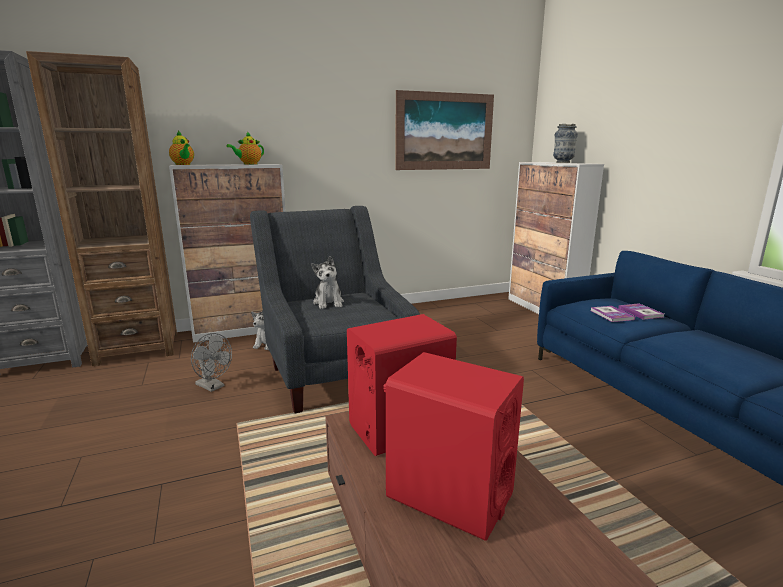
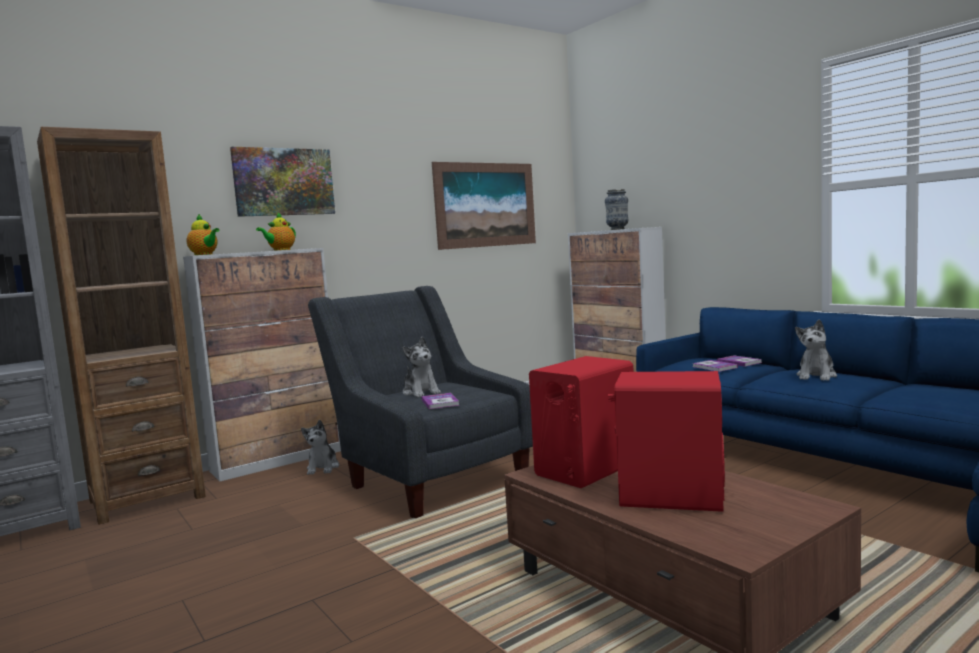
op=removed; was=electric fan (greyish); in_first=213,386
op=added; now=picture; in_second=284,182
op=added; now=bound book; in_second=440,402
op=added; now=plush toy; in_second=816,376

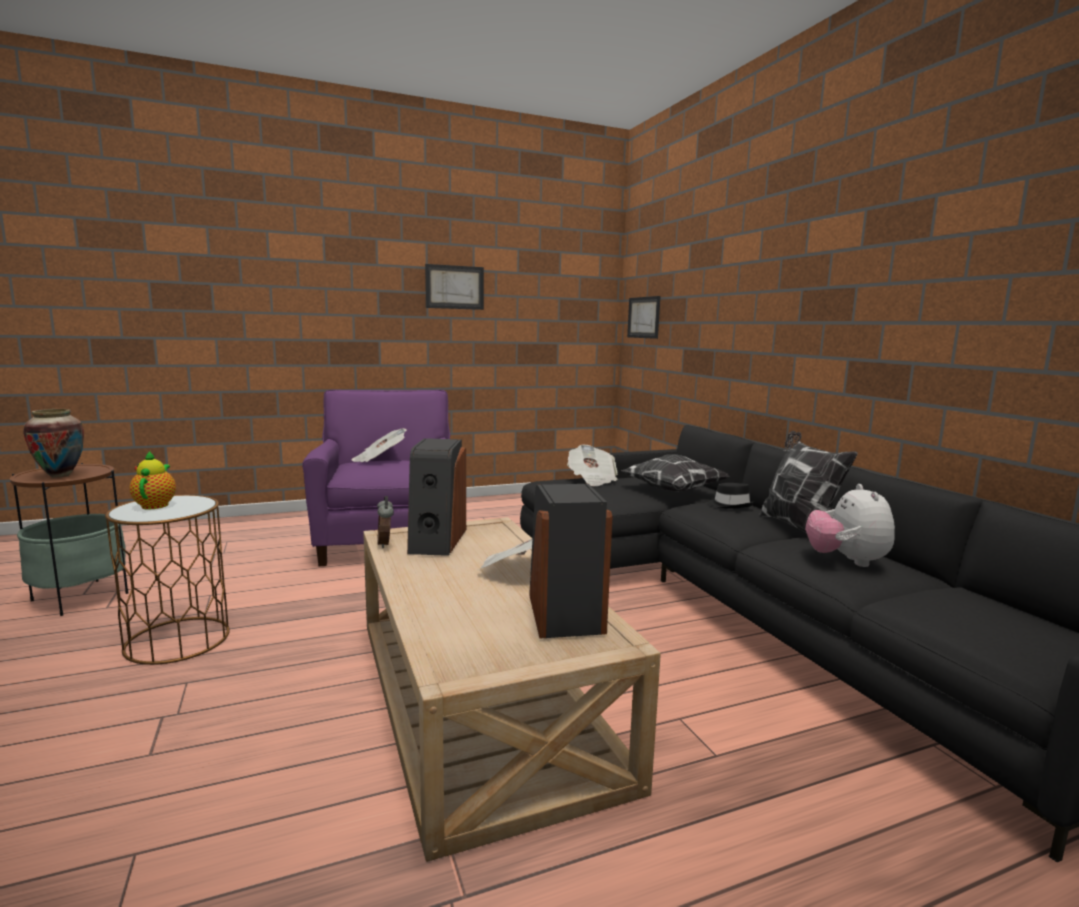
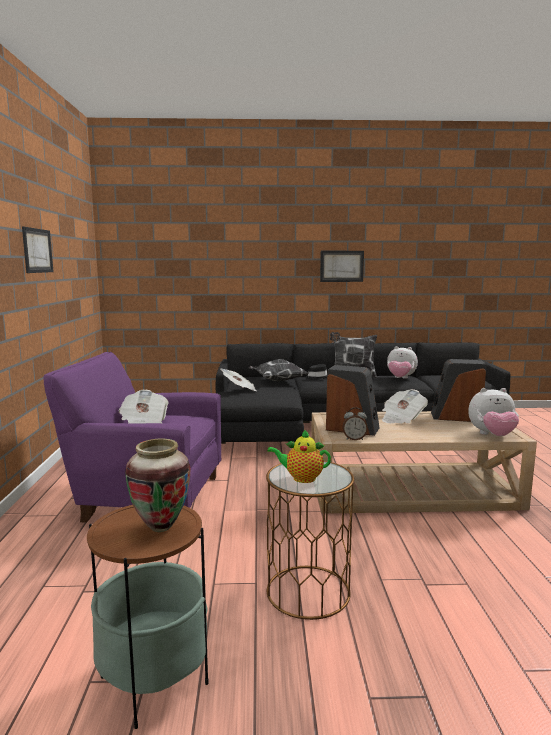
op=added; now=plush toy; in_second=492,435
op=moved; was=picture; in_first=644,317; in_second=341,266

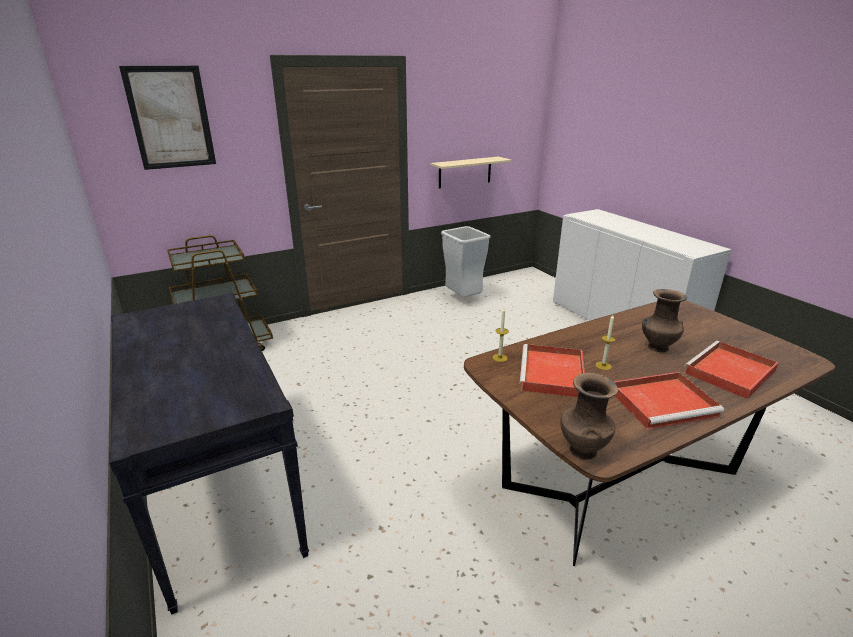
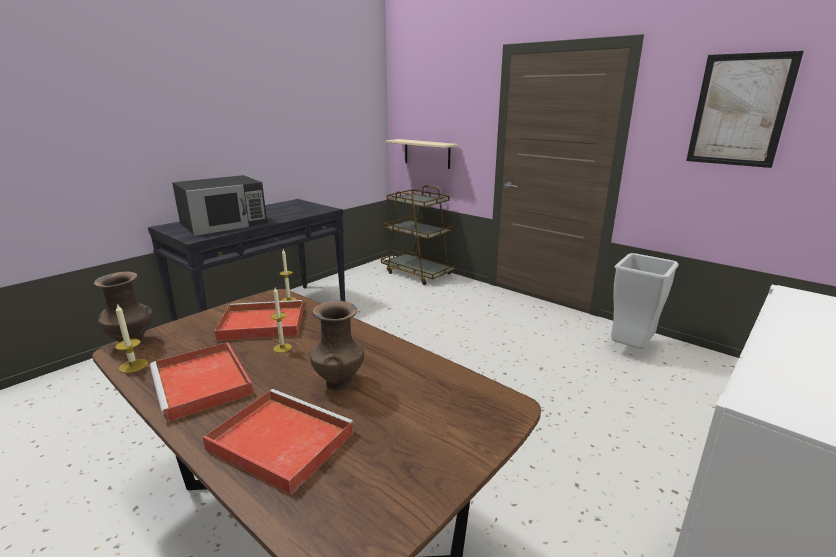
op=added; now=wax candle; in_second=133,365
op=added; now=microwave oven (black); in_second=224,223
op=moved; was=picture; in_first=170,118; in_second=740,110
op=moved; was=shelf (beige); in_first=465,172; in_second=427,153

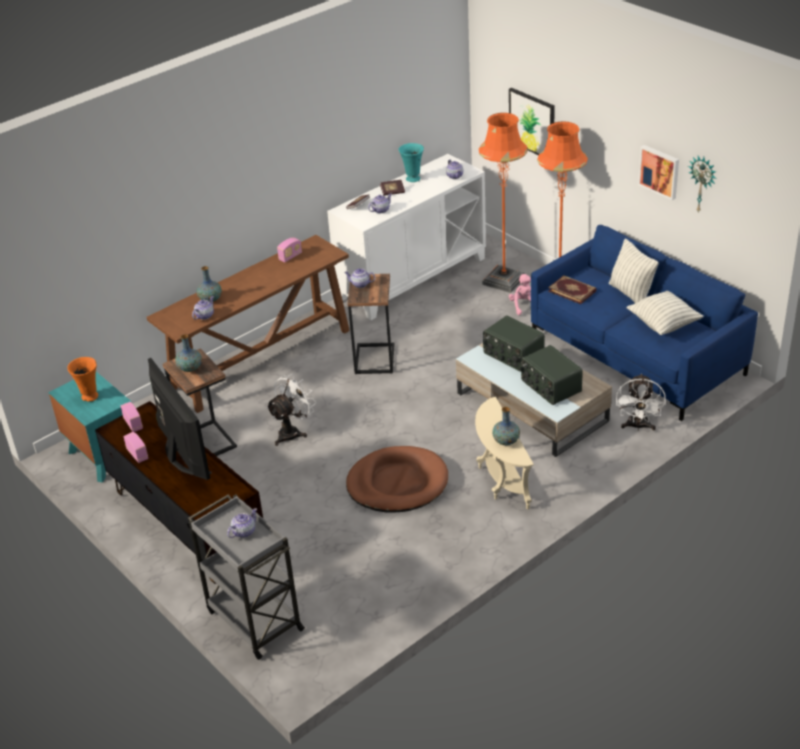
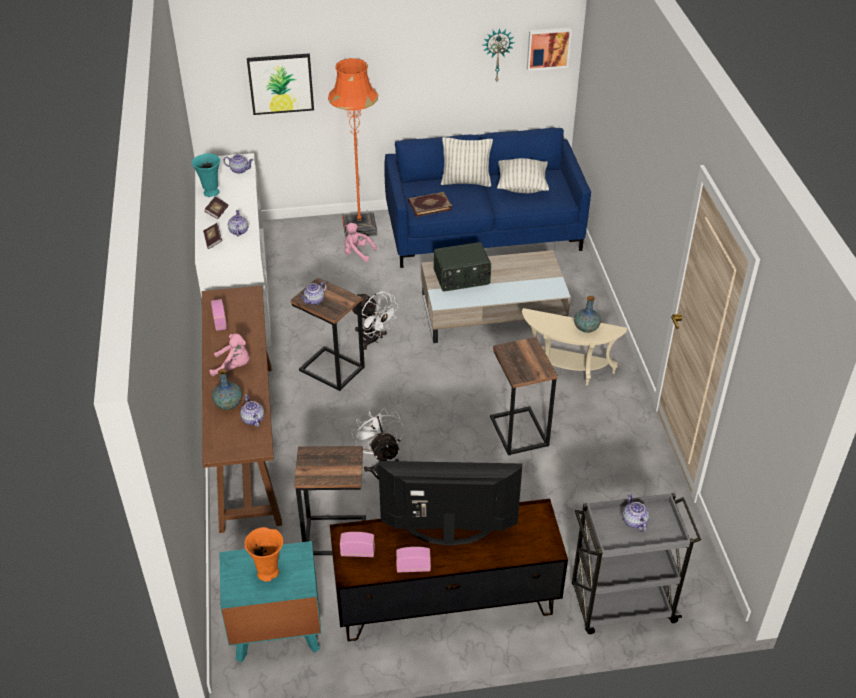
op=removed; was=decorative vase; in_first=190,368
op=removed; was=standing lamp (orangey); in_first=504,281
op=removed; was=radio receiver; in_first=550,386
op=added; now=plush toy (pink); in_second=233,366
op=moved; was=electric fan (white-coloured); in_first=638,426; in_second=373,340
op=moved; was=picture; in_first=660,171; in_second=548,48
op=replaced; was=dog bed (brown); now=end table; in_first=397,483; in_second=518,432

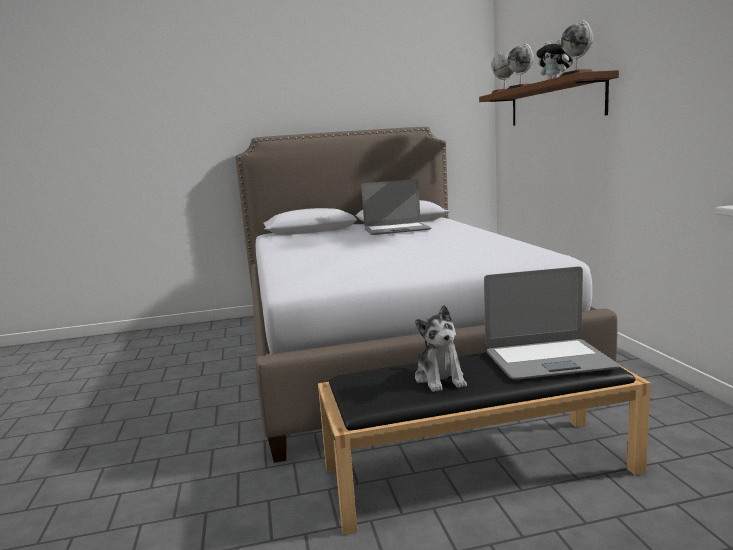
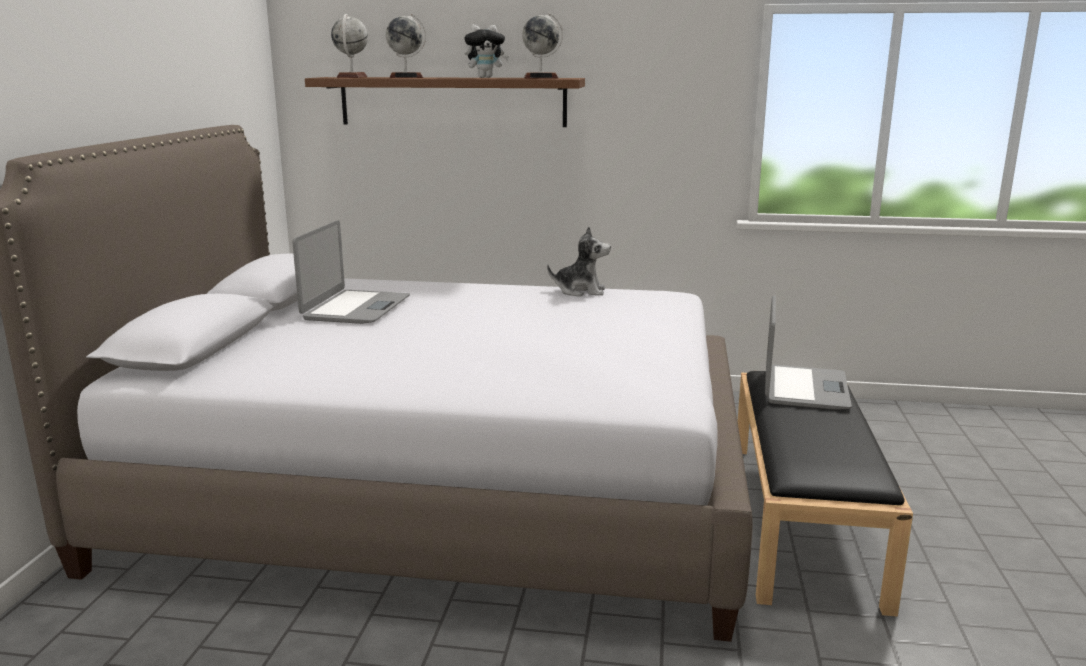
op=moved; was=plush toy; in_first=440,379; in_second=580,291

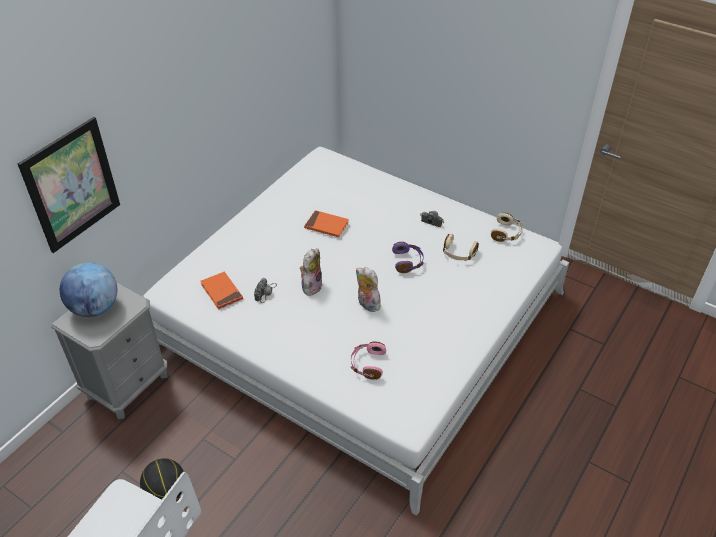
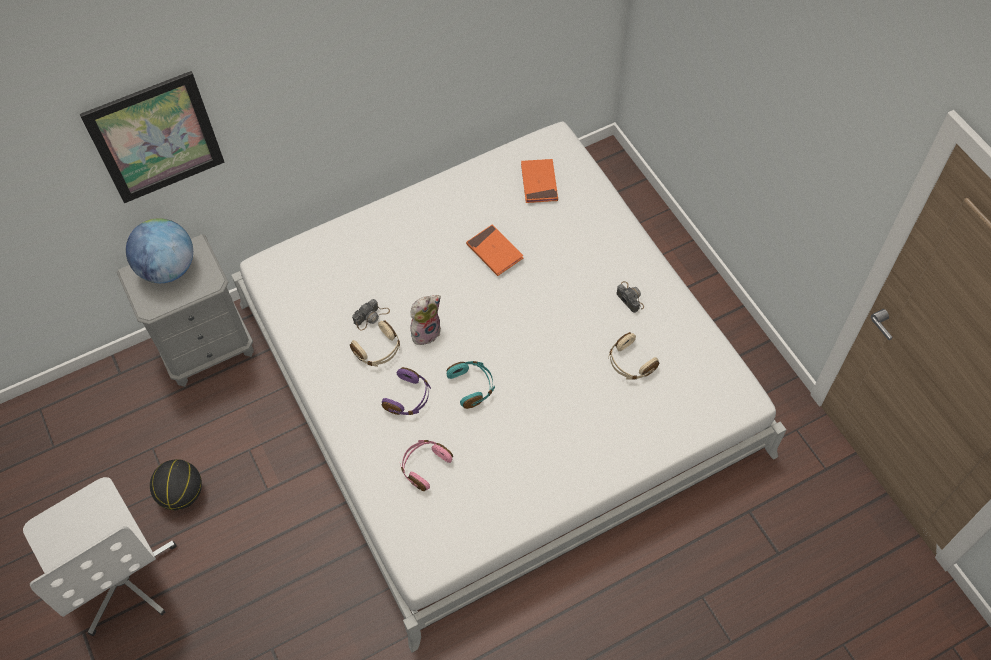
op=moved; was=bound book (orangey); in_first=221,292; in_second=539,183
op=moved; was=headset (purple-coloured); in_first=408,262; in_second=408,398
op=moved; was=headset (beige); in_first=506,233; in_second=378,350
op=replaced; was=plush toy; now=headset (blue-green); in_first=367,304; in_second=472,386

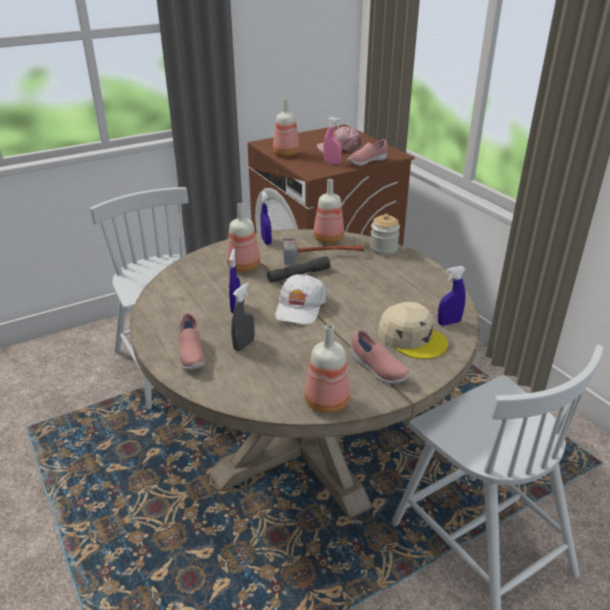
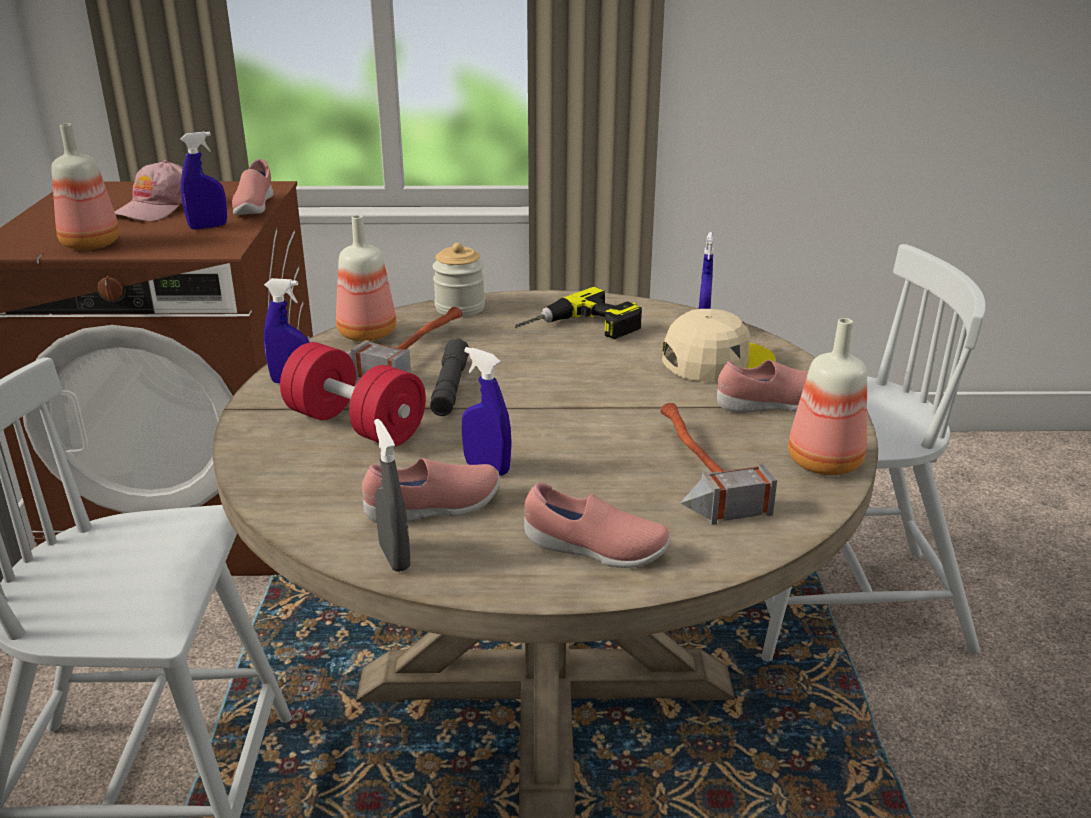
op=removed; was=cap (white-coloured); in_first=300,307
op=added; now=shoe (pink); in_second=434,509
op=added; now=electric drill; in_second=580,329
op=added; now=hand hammer; in_second=691,470
op=moved; was=sprayer (greyish); in_first=244,345; in_second=394,557
op=replaced; was=beverage bottle; now=hand weight (red-coloured); in_first=244,267; in_second=355,425
op=recoloured; was=sprayer (pink); now=sprayer (blue); in_first=332,163; in_second=208,227

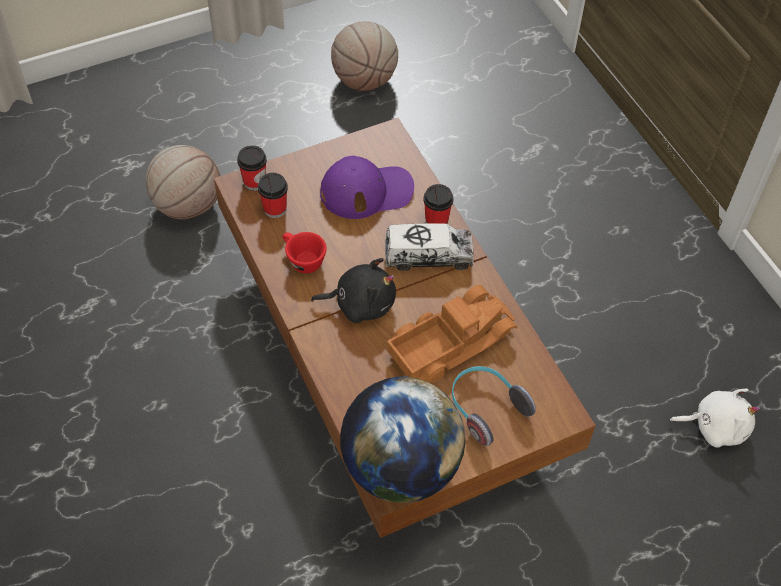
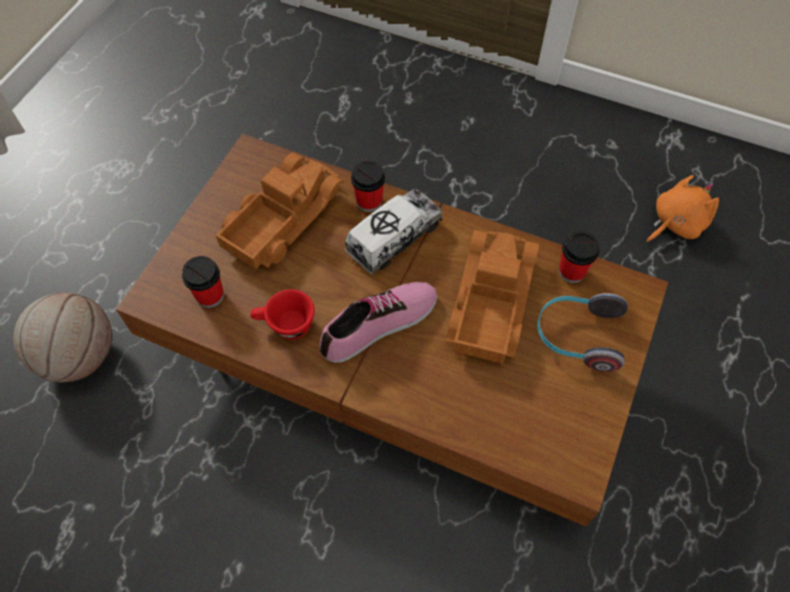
op=removed; was=ball for basketball; in_first=365,80
op=removed; was=world globe; in_first=400,466
op=moved; was=cup; in_first=254,182; in_second=572,271
op=replaced; was=plush toy (black); now=shoe; in_first=360,303; in_second=380,325
op=replaced; was=cap (purple-coloured); now=model truck; in_first=367,191; in_second=281,218
op=recoloured; was=plush toy (white-coloured); now=plush toy (orangey); in_first=715,426; in_second=675,223

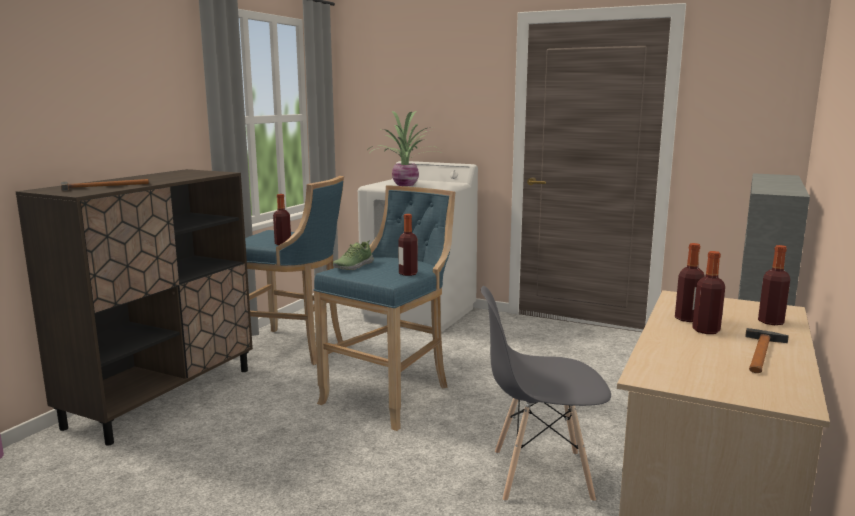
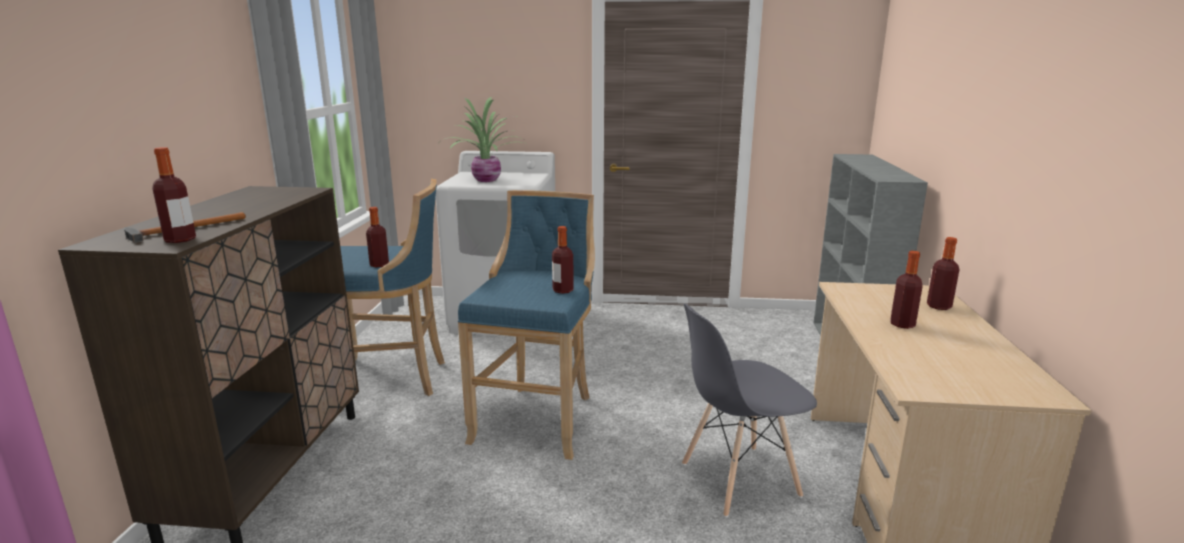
op=removed; was=shoe; in_first=353,266
op=removed; was=hand hammer; in_first=762,352
op=moved; was=beverage bottle; in_first=687,319; in_second=180,239

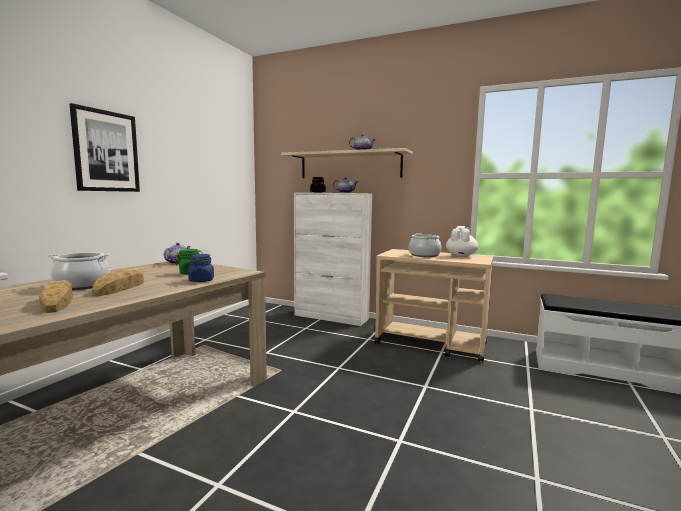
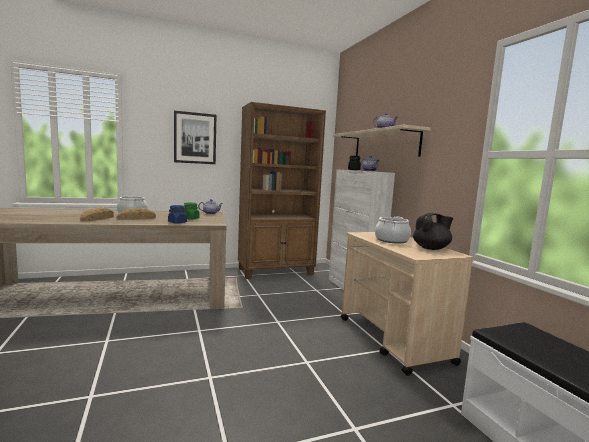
op=added; now=shelving unit (brown); in_second=276,272
op=recoloured; was=teapot (white-coloured); now=teapot (black); in_first=461,255; in_second=431,248

